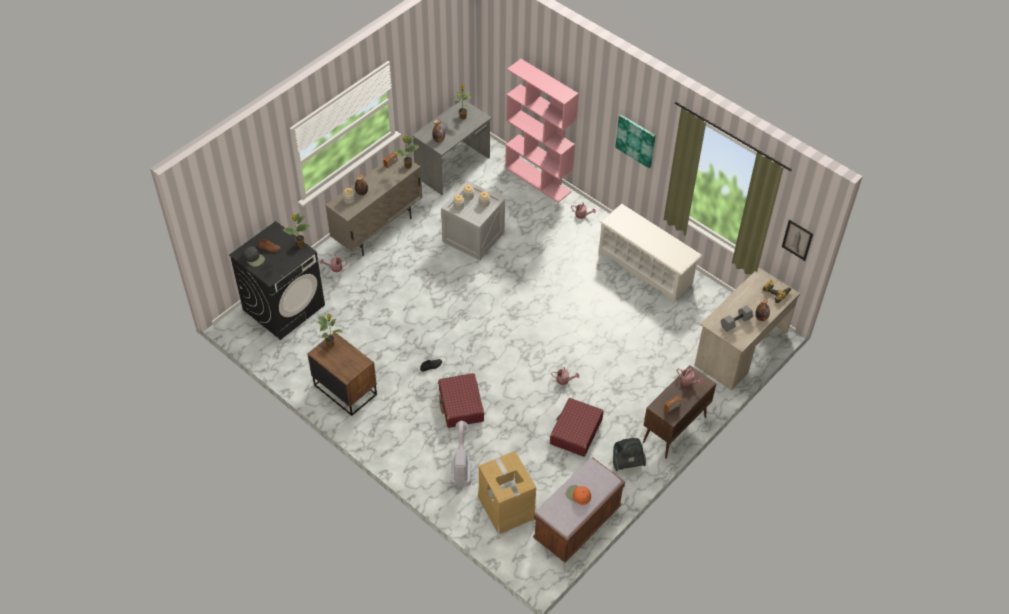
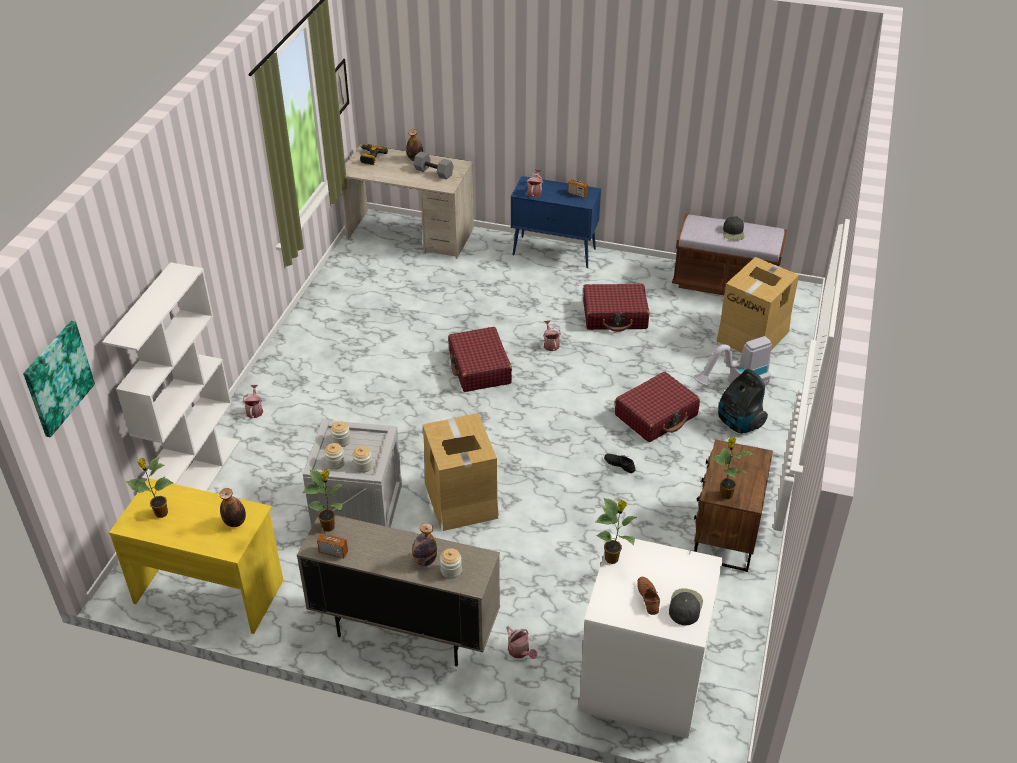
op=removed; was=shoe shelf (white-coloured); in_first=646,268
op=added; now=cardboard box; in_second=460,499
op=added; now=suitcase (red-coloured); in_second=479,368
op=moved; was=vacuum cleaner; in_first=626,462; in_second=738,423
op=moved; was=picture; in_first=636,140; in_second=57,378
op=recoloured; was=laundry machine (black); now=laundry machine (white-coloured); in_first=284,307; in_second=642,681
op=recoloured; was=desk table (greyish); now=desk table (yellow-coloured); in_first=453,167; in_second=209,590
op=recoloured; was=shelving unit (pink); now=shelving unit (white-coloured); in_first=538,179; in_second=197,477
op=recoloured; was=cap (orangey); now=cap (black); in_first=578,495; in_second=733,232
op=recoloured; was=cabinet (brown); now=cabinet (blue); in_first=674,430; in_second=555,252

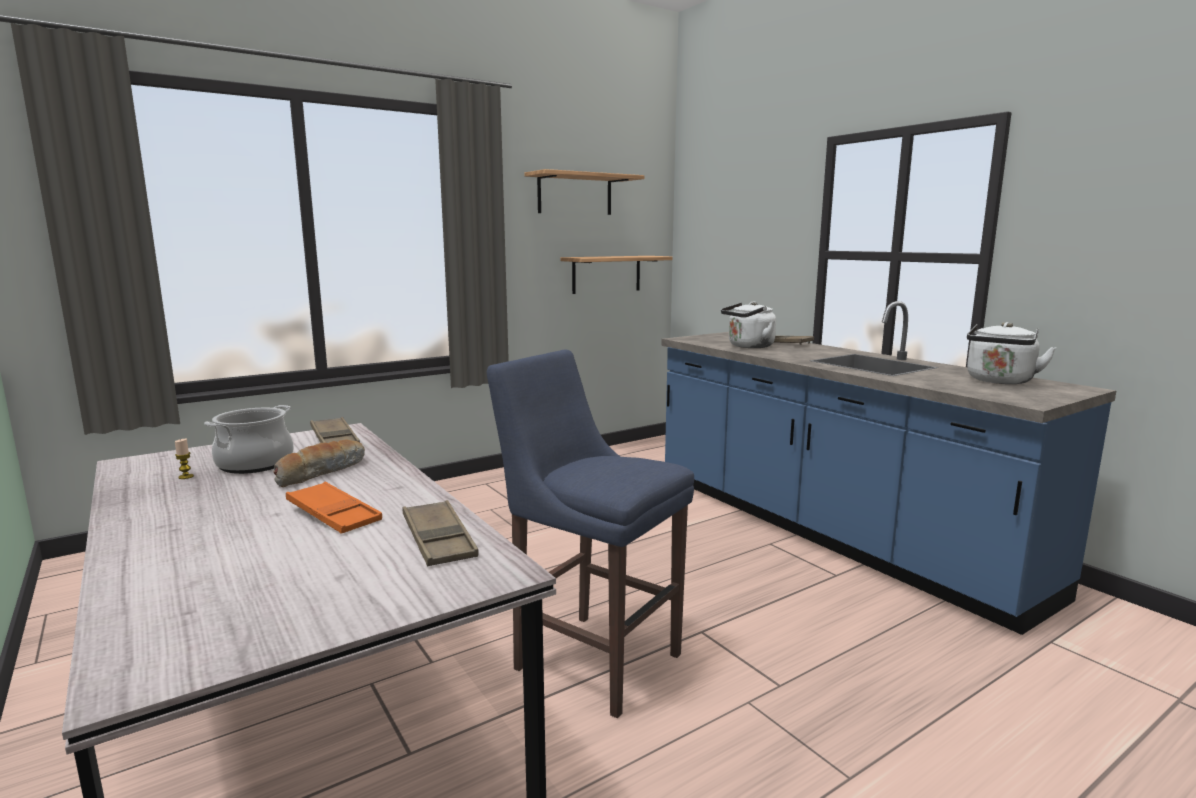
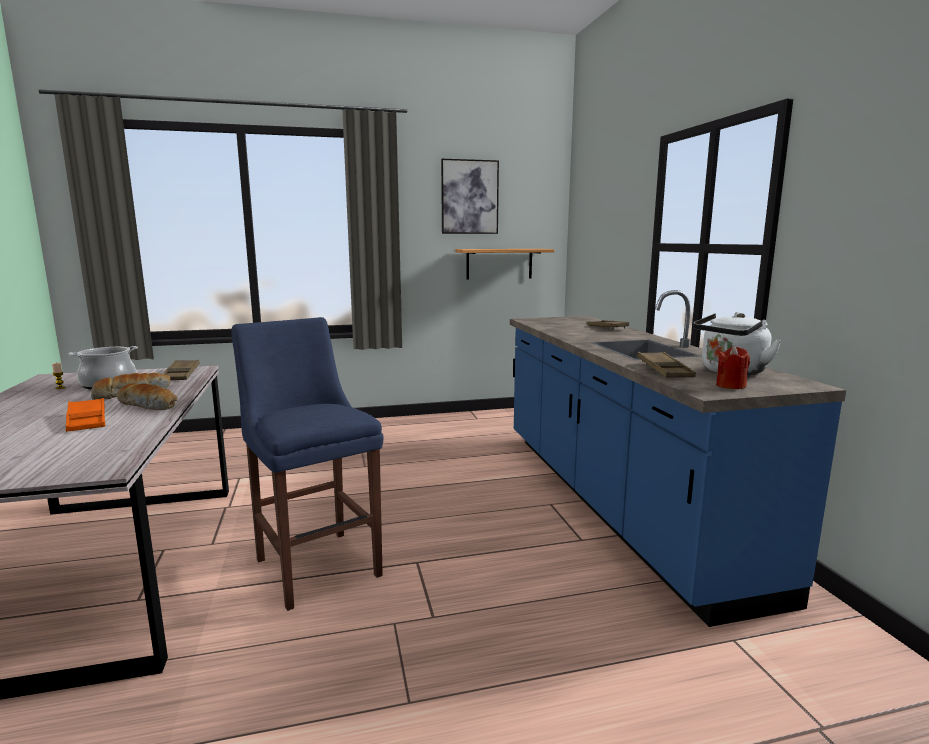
op=removed; was=kettle (white-coloured); in_first=748,346
op=added; now=baked bread; in_second=149,405
op=added; now=wax candle (red-coloured); in_second=730,386
op=moved; was=carrying tray (brown); in_first=439,540; in_second=664,370
op=replaced; was=shelf; now=picture; in_first=575,194; in_second=469,197

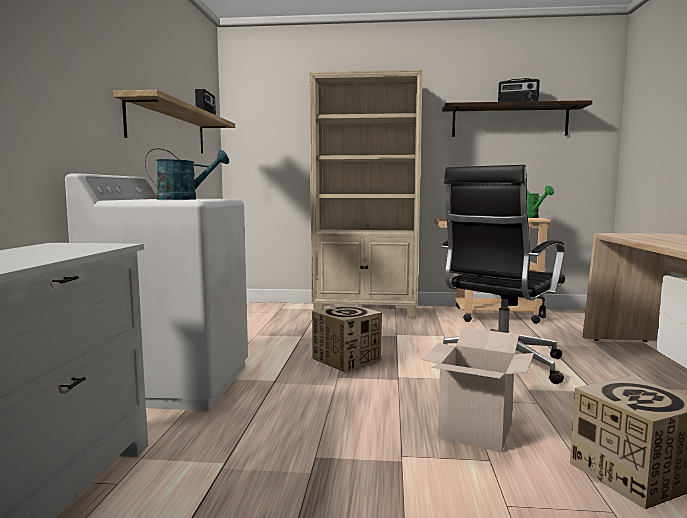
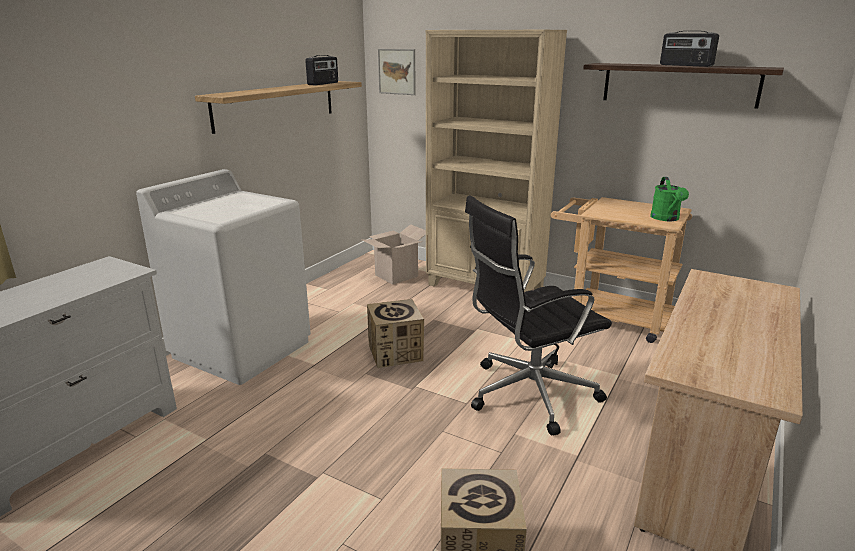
op=removed; was=sprinkling can (blue-green); in_first=185,199
op=added; now=picture; in_second=397,71
op=moved; was=cardboard box; in_first=475,431; in_second=396,276

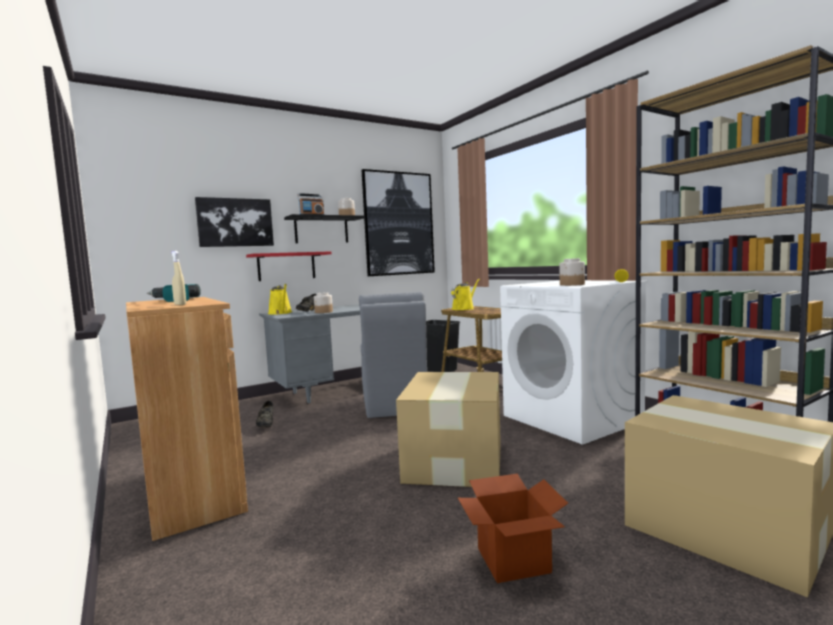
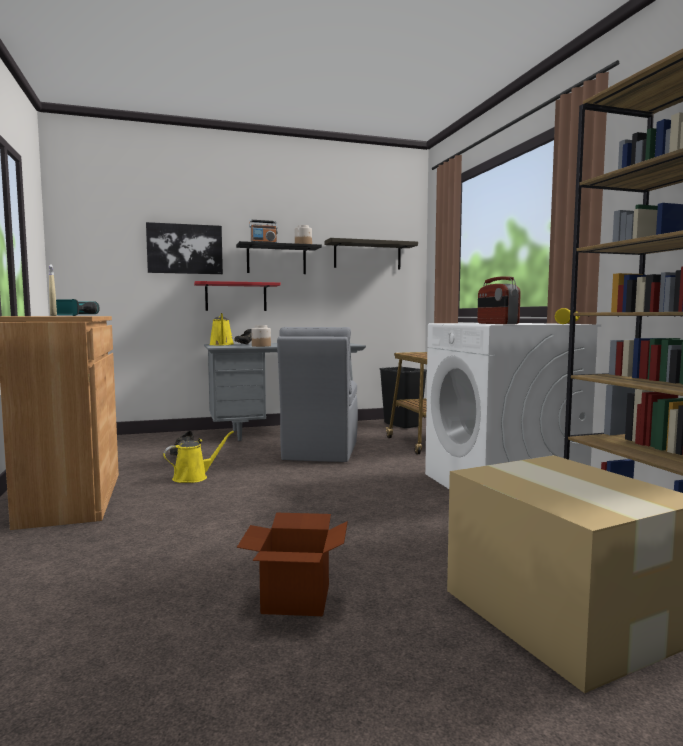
op=removed; was=cardboard box; in_first=456,460
op=moved; was=sprinkling can (yellow-coloured); in_first=464,309; in_second=193,477
op=replaced; was=picture; now=shelf; in_first=398,223; in_second=367,255
op=replaced; was=jar; now=radio receiver; in_first=572,284; in_second=496,324

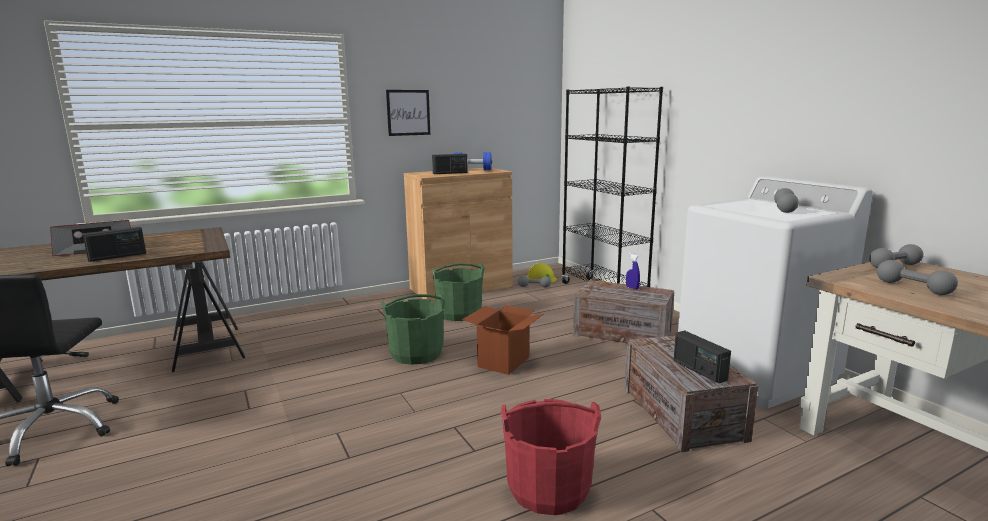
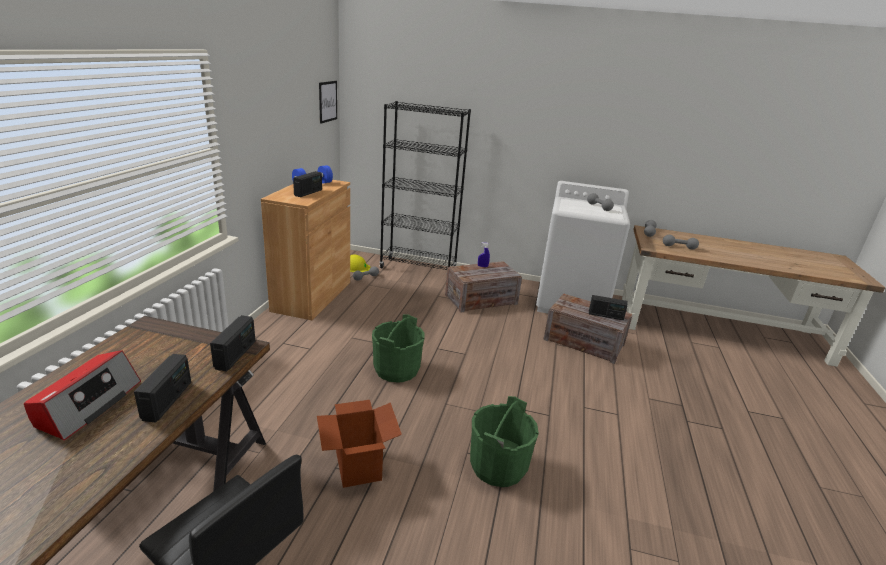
op=removed; was=pail (red-coloured); in_first=548,489
op=added; now=radio receiver; in_second=236,355
op=moved; was=picture; in_first=408,112; in_second=327,101
op=moved; was=pail (green); in_first=459,313; in_second=498,466
op=moved; was=cardboard box; in_first=503,362; in_second=358,465

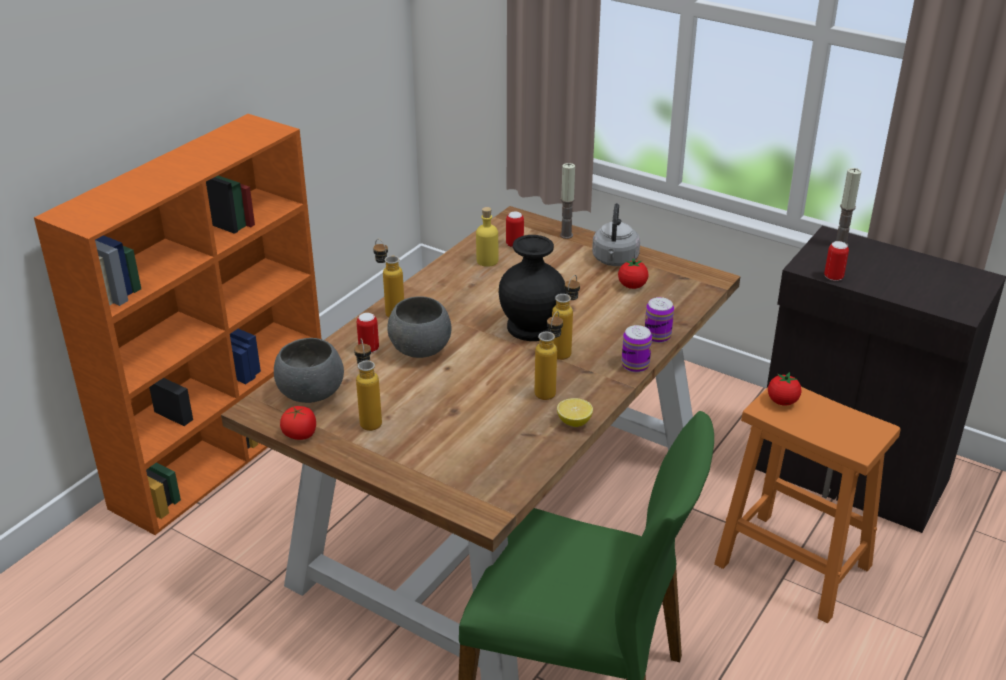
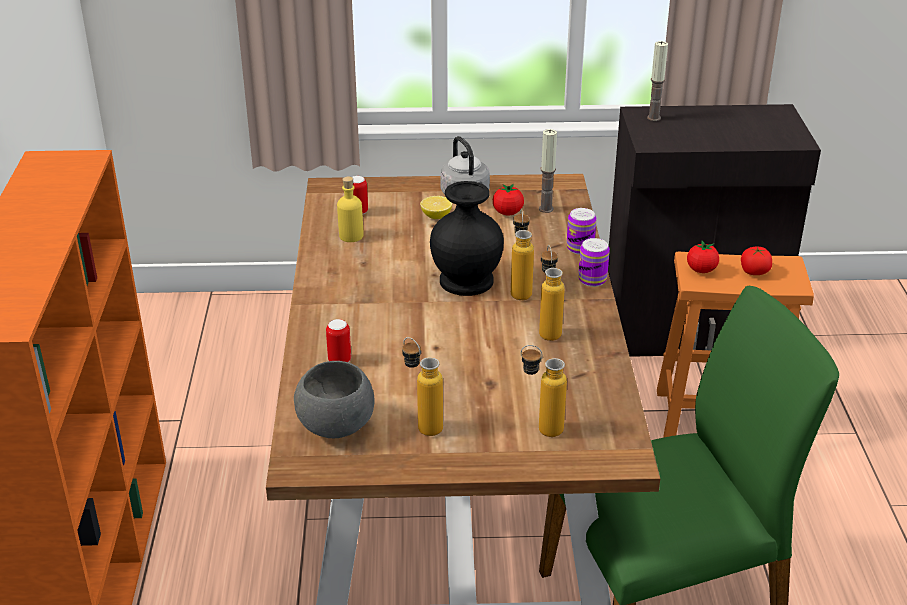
op=removed; was=bowl (greyish); in_first=419,350
op=removed; was=sealed can; in_first=833,277
op=moved; was=tomato; in_first=300,434; in_second=754,272
op=moved; was=beverage bottle; in_first=390,311; in_second=540,428
op=moved; was=whole lemon; in_first=574,422; in_second=436,216
op=moved; was=wax candle; in_first=566,235; in_second=546,209

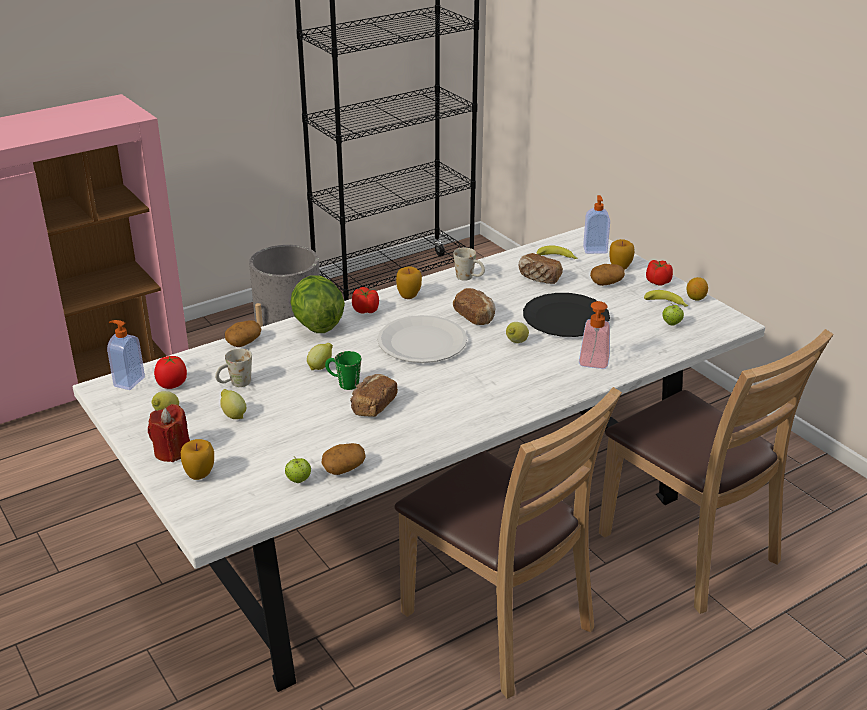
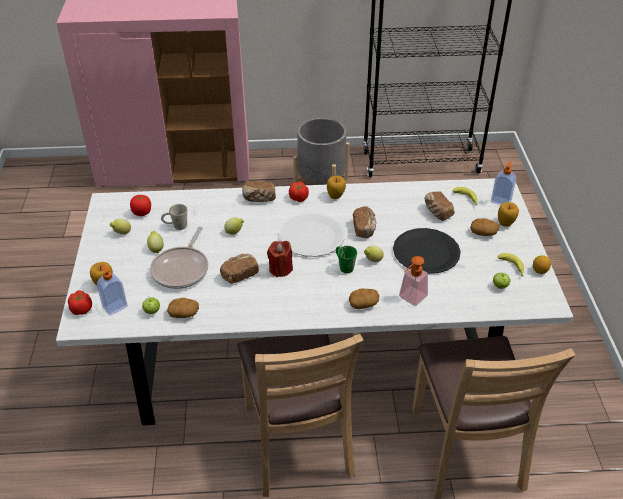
op=removed; was=tea mug (white-coloured); in_first=469,278
op=added; now=skillet; in_second=182,269
op=moved; was=soap bottle; in_first=128,381; in_second=114,306
op=moved; was=wax candle (red-coloured); in_first=172,451; in_second=280,269
op=moved; was=whole potato; in_first=244,342; in_second=363,304
op=moved; was=tea mug (green); in_first=343,383; in_second=343,266
op=moved; was=tomato; in_first=658,282; in_second=81,309
op=replaced; was=head of lettuce; now=baked bread; in_first=317,324; in_second=259,198

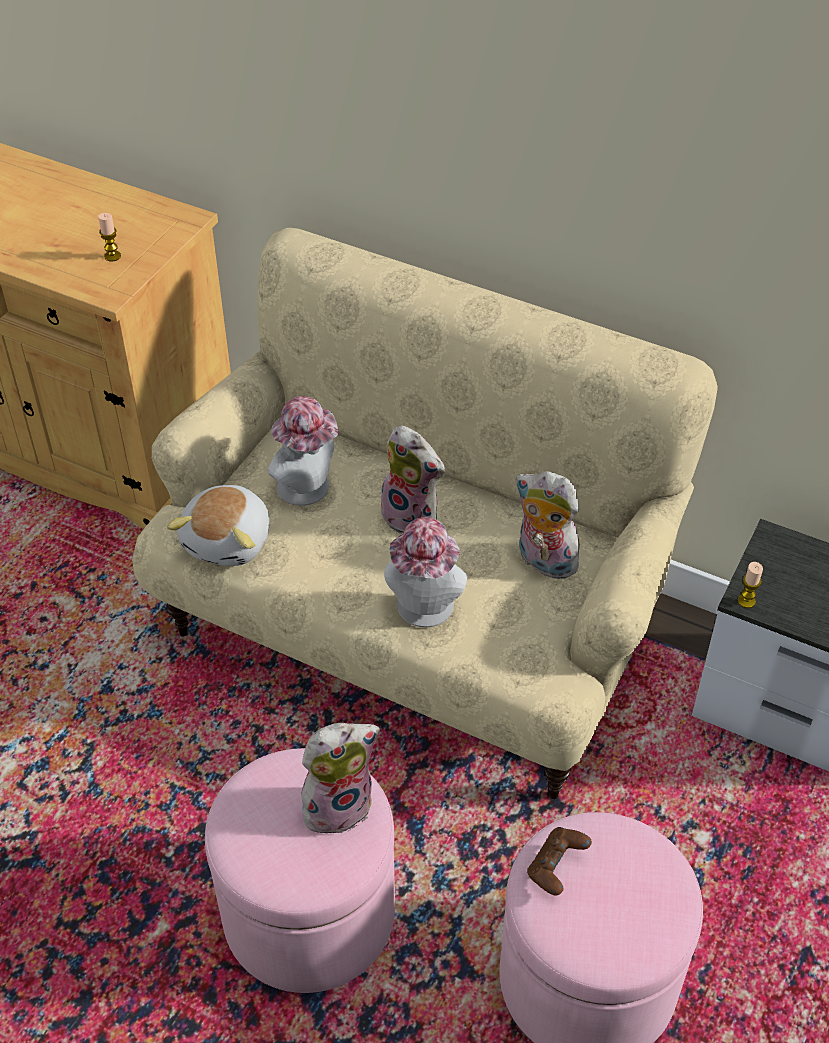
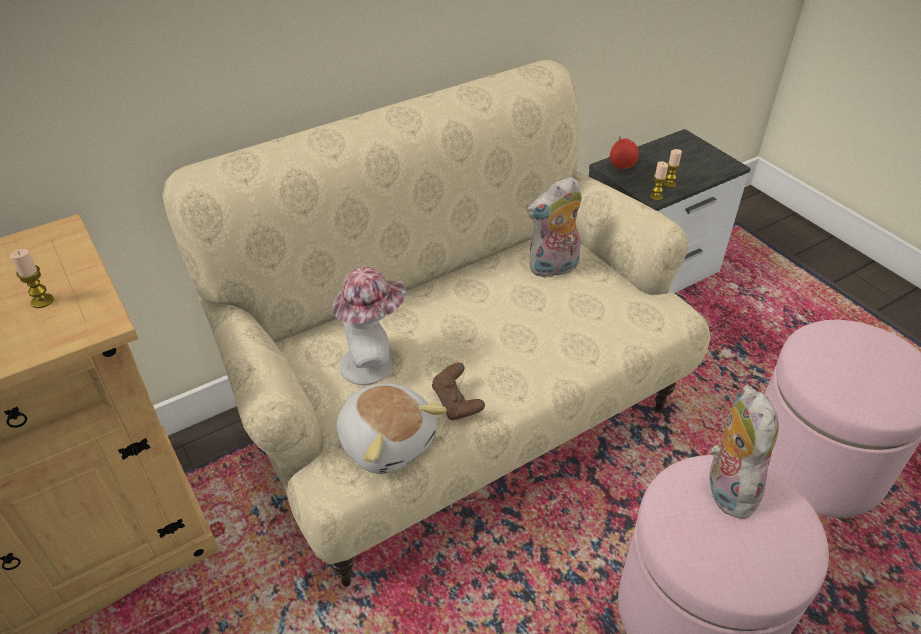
op=removed; was=plush toy; in_first=413,517
op=removed; was=clothing hat; in_first=424,611
op=added; now=apple; in_second=622,166
op=added; now=wax candle; in_second=669,184
op=moved; was=joypad (brown); in_first=556,868; in_second=457,403

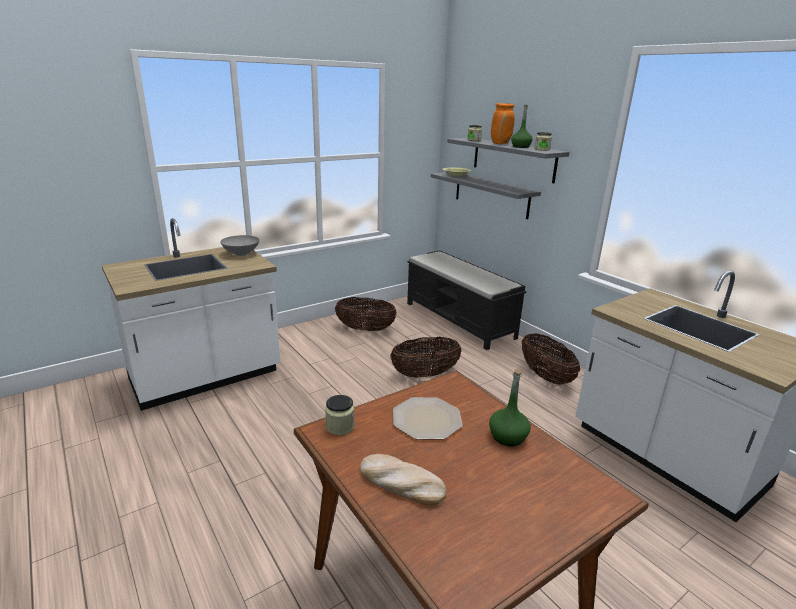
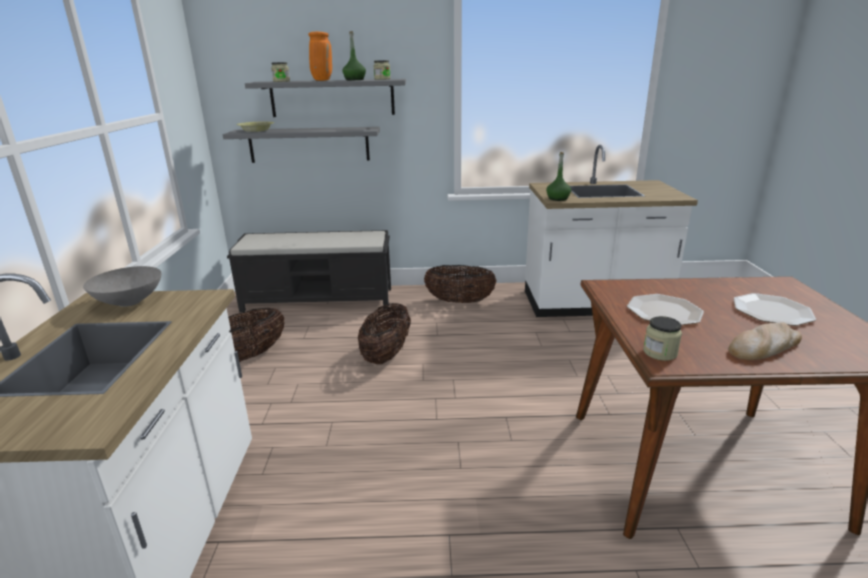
op=added; now=dinner plate; in_second=771,311
op=moved; was=beverage bottle (green); in_first=508,437; in_second=558,198

